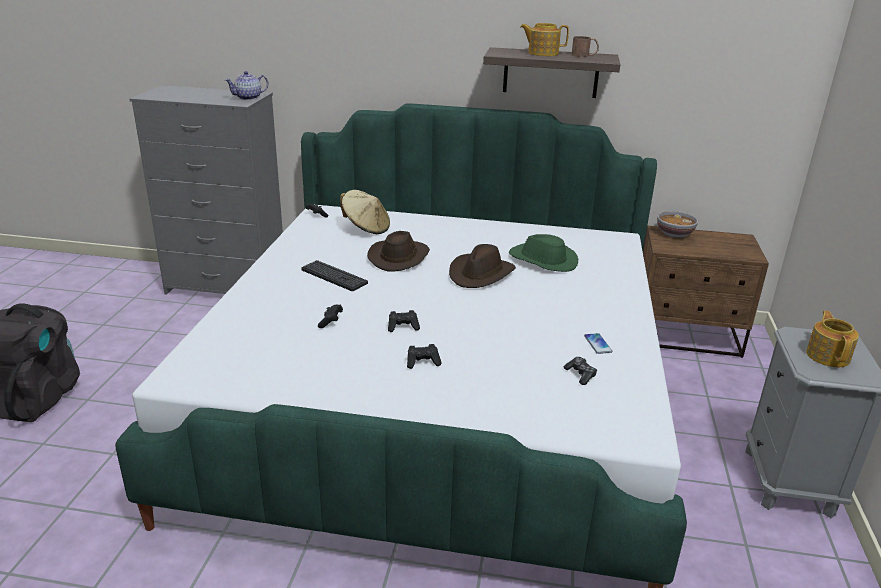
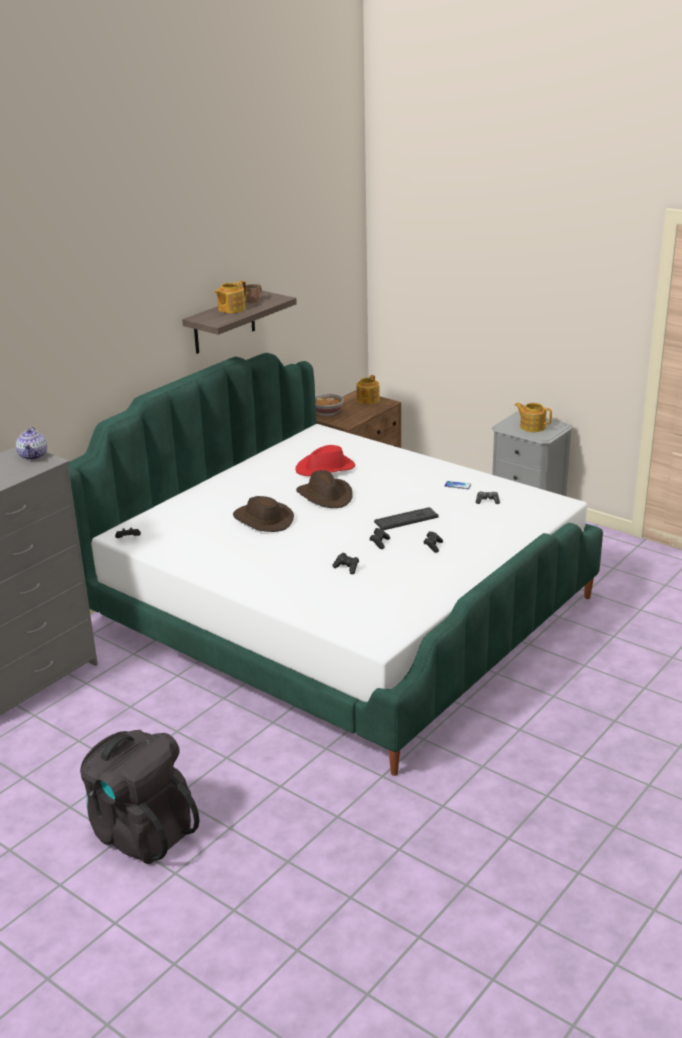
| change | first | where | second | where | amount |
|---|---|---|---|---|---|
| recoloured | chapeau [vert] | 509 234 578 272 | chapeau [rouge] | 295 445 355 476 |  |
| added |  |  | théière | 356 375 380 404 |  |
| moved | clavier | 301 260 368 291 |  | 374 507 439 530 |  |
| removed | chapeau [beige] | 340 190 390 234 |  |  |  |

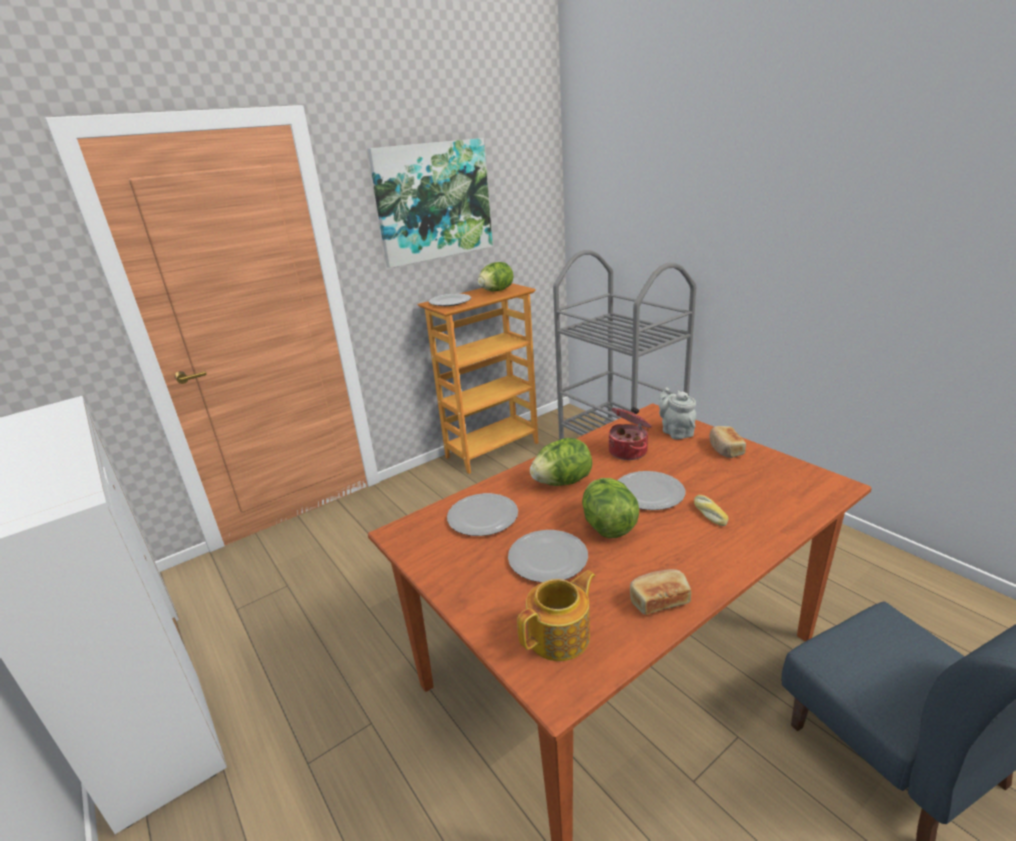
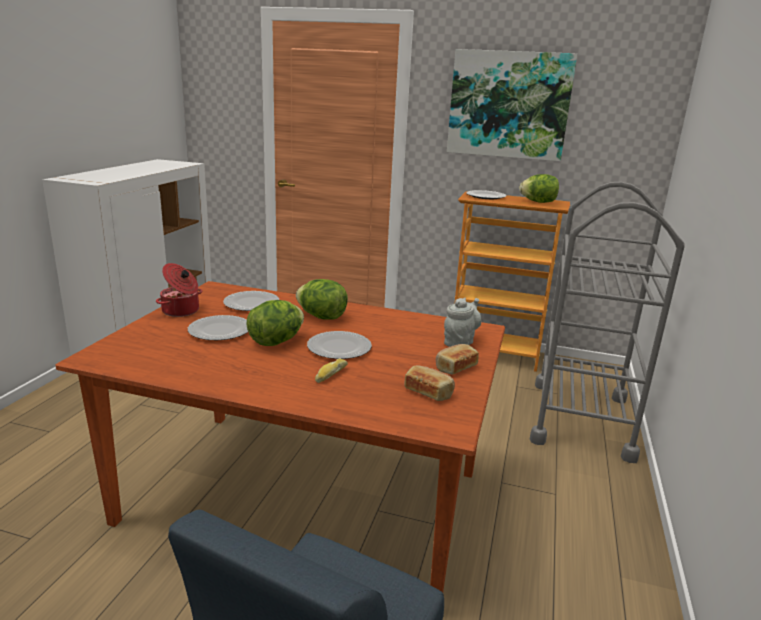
| change | first | where | second | where | amount |
|---|---|---|---|---|---|
| moved | marmite | 609 407 651 460 |  | 156 263 202 317 |  |
| moved | pain | 630 569 691 615 |  | 404 365 455 401 |  |
| removed | théière | 517 570 596 661 |  |  |  |

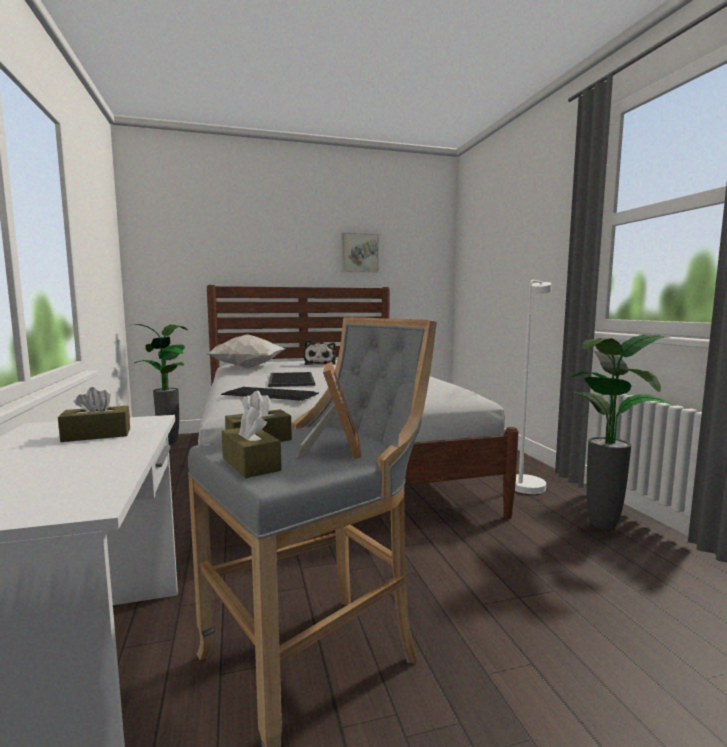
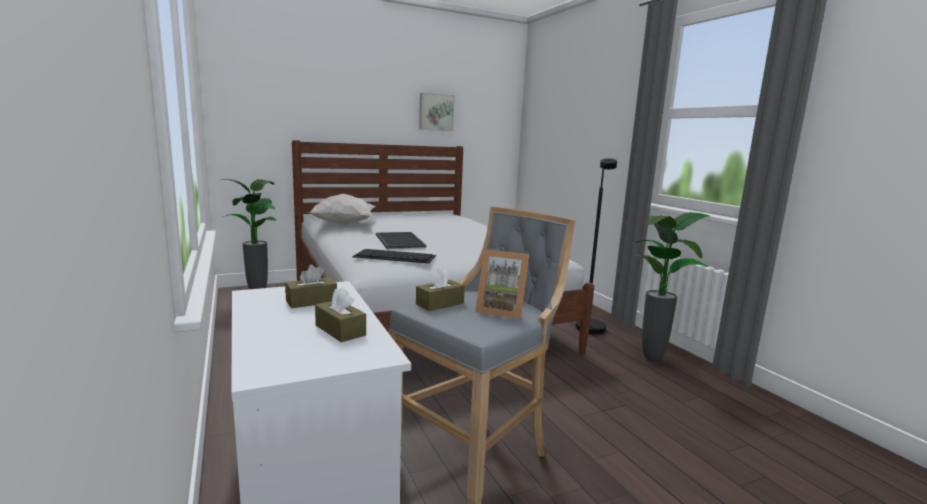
| change | first | where | second | where | amount |
|---|---|---|---|---|---|
| moved | boîte à mouchoirs [marron] | 222 406 282 478 |  | 315 287 366 342 |  |
| turned | cadre photo | 296 362 362 459 |  | 475 249 529 319 | 120 degrees clockwise |
| recoloured | lampadaire [blanc] | 515 280 552 494 | lampadaire [noir] | 575 158 617 335 |  |
| removed | peluche | 304 340 336 365 |  |  |  |

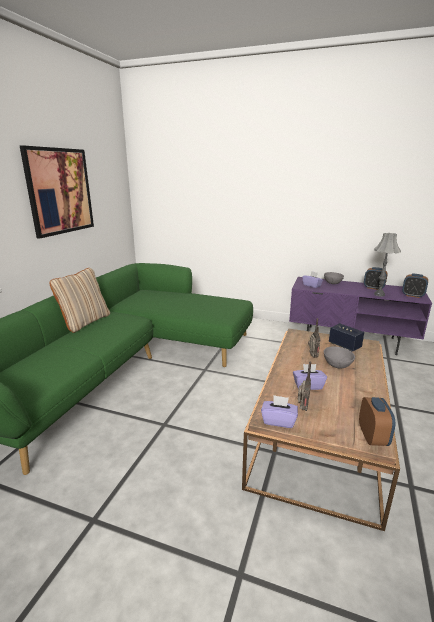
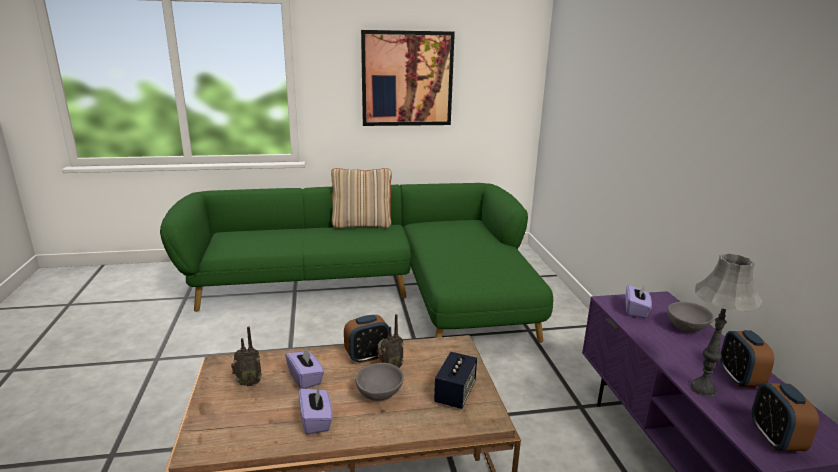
| change | first | where | second | where | amount |
|---|---|---|---|---|---|
| moved | boîte à mouchoirs [violet] | 261 395 298 428 |  | 299 387 332 435 |  |
| moved | réveil | 359 397 395 446 |  | 344 315 389 363 |  |

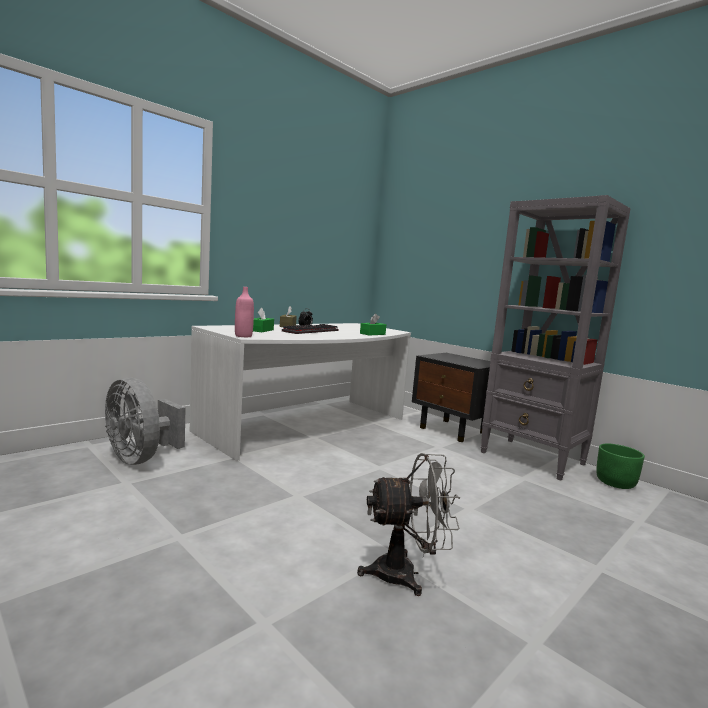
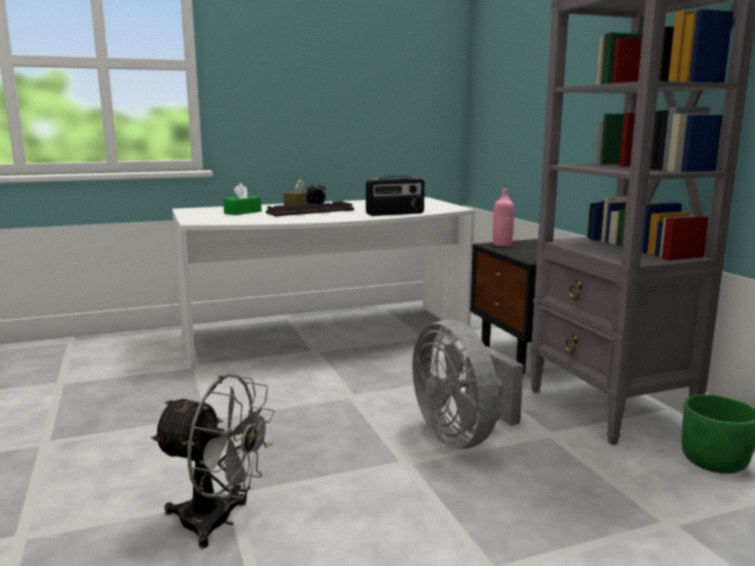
| change | first | where | second | where | amount |
|---|---|---|---|---|---|
| replaced | boîte à mouchoirs [vert] | 360 313 386 336 | radio | 366 176 425 216 |  |
| moved | ventilateur [gris] | 105 377 185 465 |  | 412 320 523 449 |  |
| moved | bouteille [rose] | 235 287 254 337 |  | 493 189 514 246 |  |

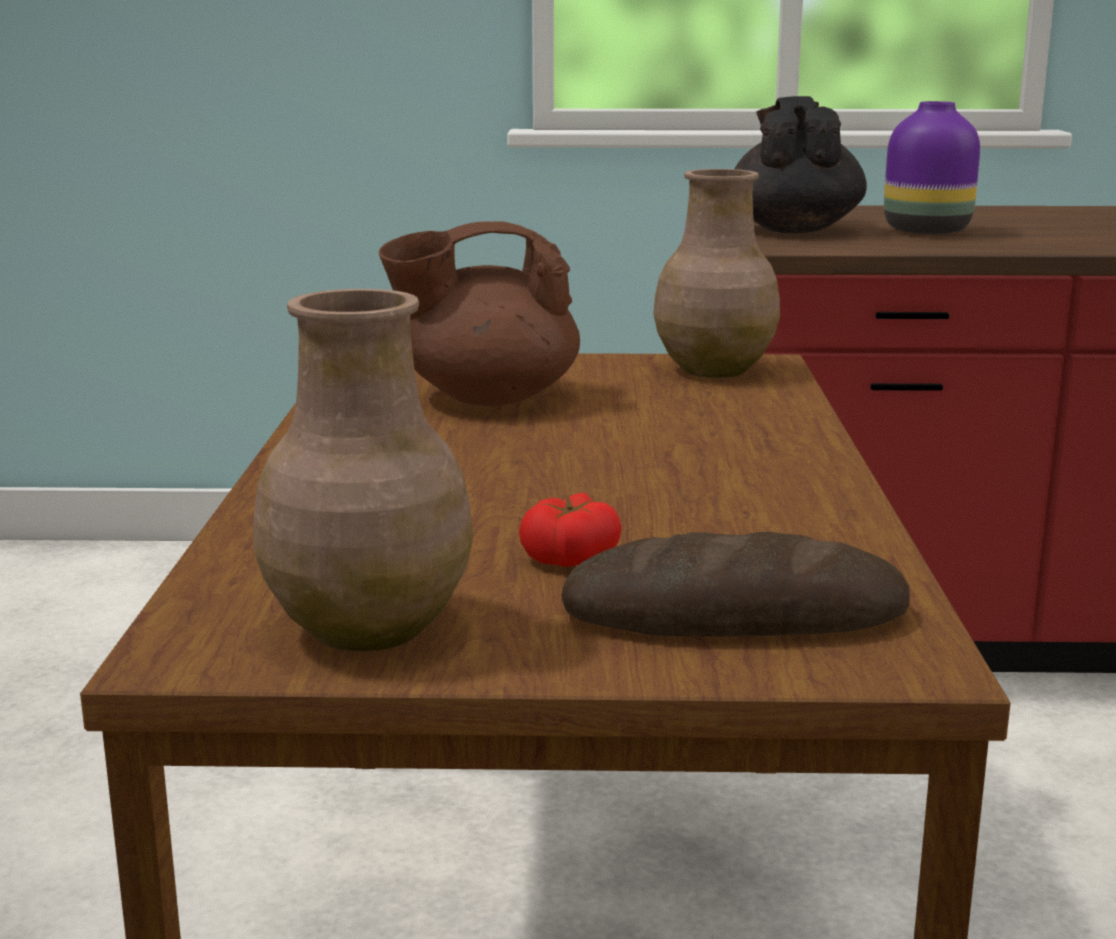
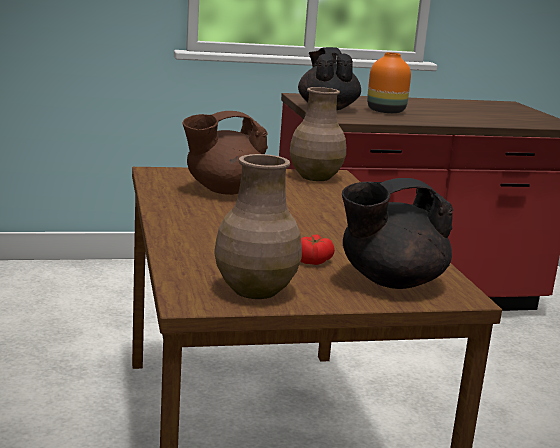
| change | first | where | second | where | amount |
|---|---|---|---|---|---|
| replaced | pain | 562 532 910 637 | théière [noir] | 342 178 453 289 |  |
| recoloured | vase [violet] | 884 101 980 234 | vase [orange] | 367 52 411 113 |  |

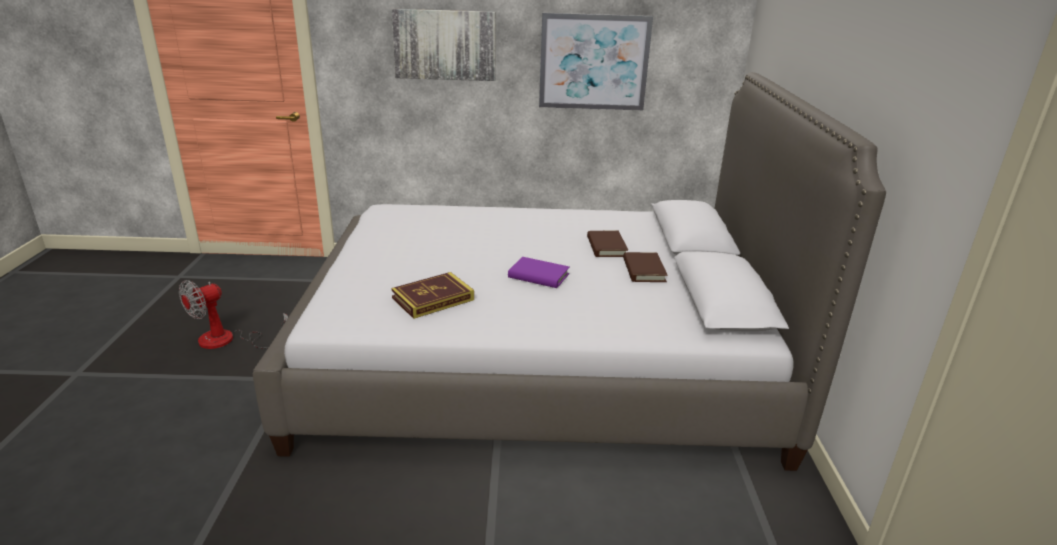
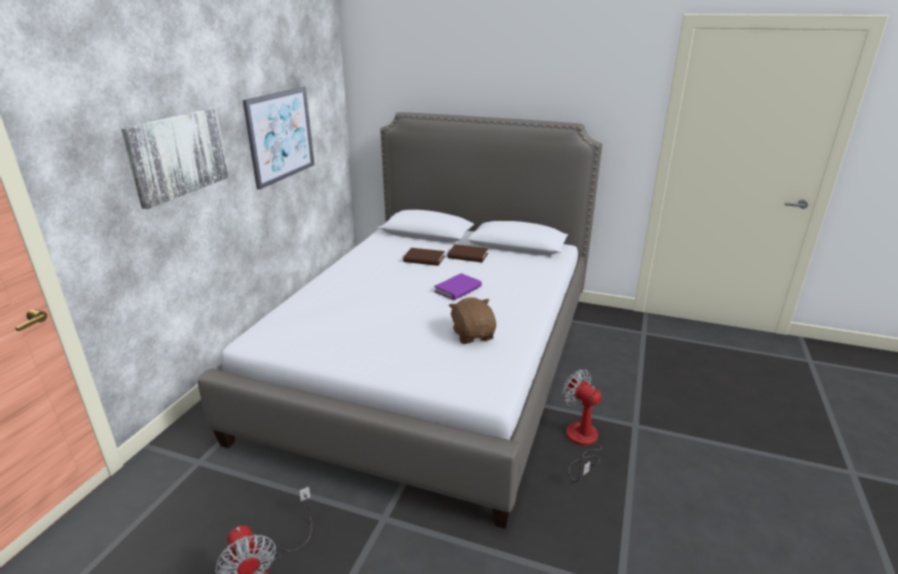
| change | first | where | second | where | amount |
|---|---|---|---|---|---|
| replaced | livre | 391 272 474 319 | peluche [marron] | 449 297 496 344 |  |
| added |  |  | ventilateur | 562 369 602 482 |  |

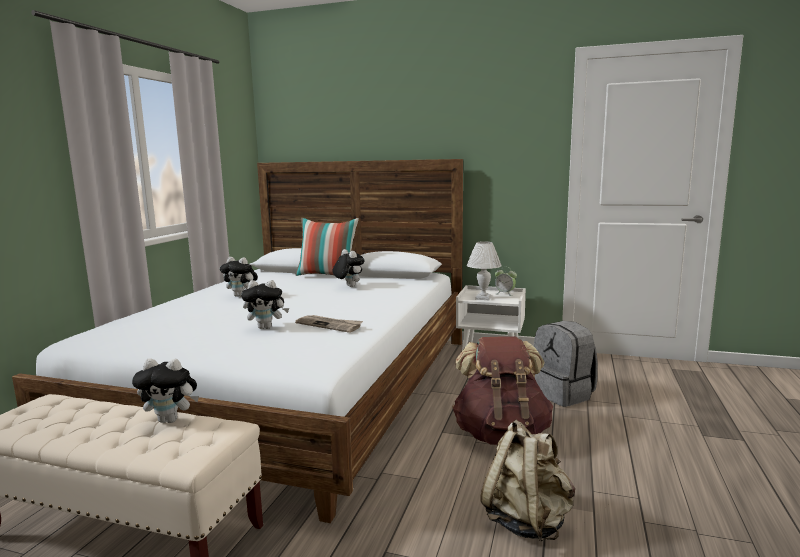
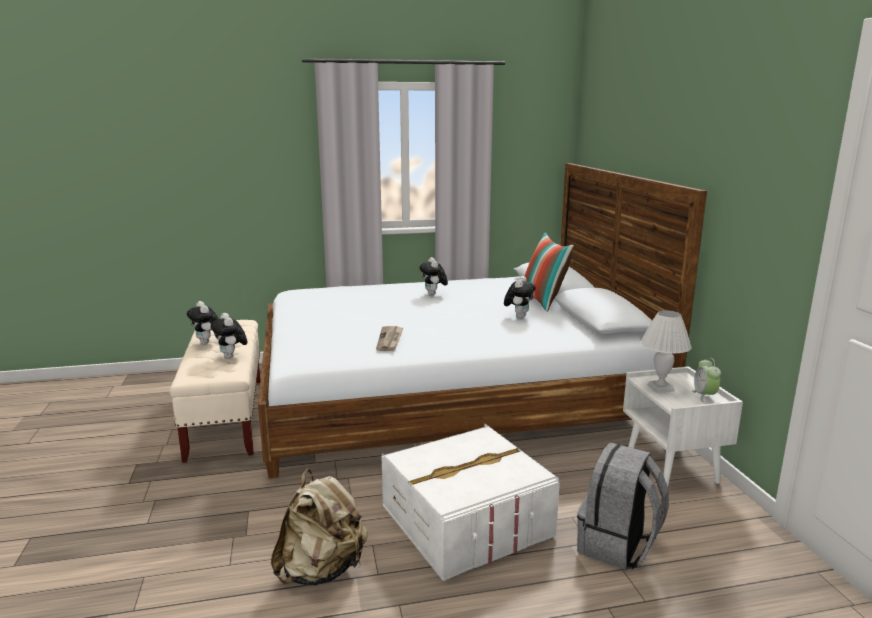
| change | first | where | second | where | amount |
|---|---|---|---|---|---|
| moved | peluche | 241 280 289 329 |  | 187 301 219 344 |  |
| replaced | sac à dos [marron] | 452 337 553 445 | boîte de rangement [blanc] | 381 424 560 581 |  |

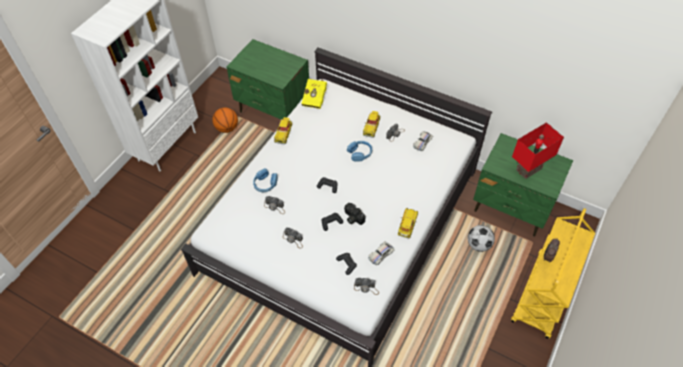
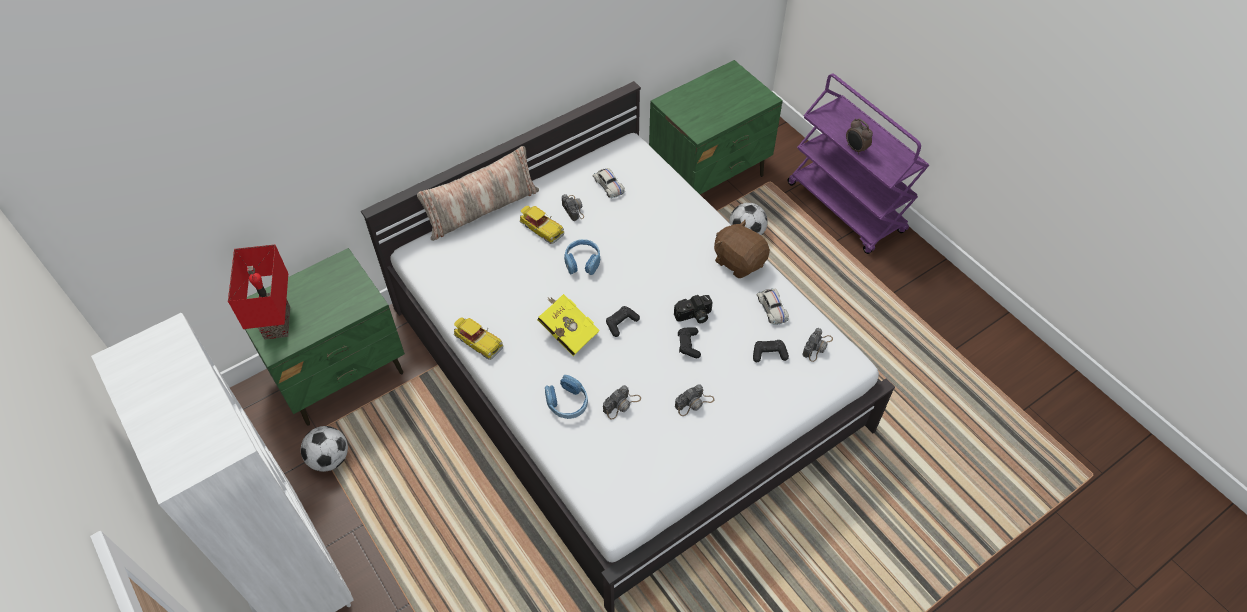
| change | first | where | second | where | amount |
|---|---|---|---|---|---|
| moved | lampe de table [rouge] | 512 122 564 179 |  | 228 244 290 340 |  |
| replaced | ballon de basket | 212 108 238 133 | ballon de foot | 301 426 348 472 |  |
| added |  |  | coussin | 417 146 539 241 |  |
| moved | livre [jaune] | 301 78 327 109 |  | 537 294 600 356 |  |
| replaced | petite voiture | 398 208 418 238 | peluche [marron] | 714 220 770 278 |  |
| recoloured | chariot [jaune] | 511 208 595 339 | chariot [violet] | 787 74 929 254 |  |

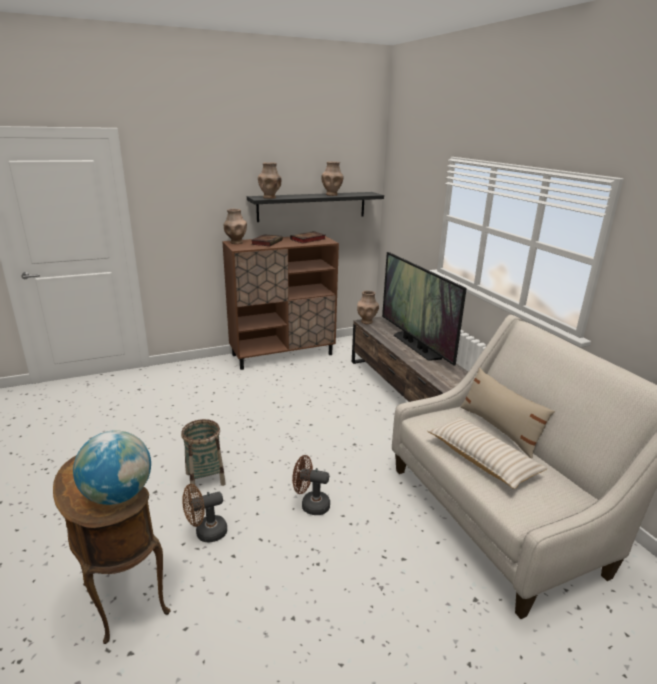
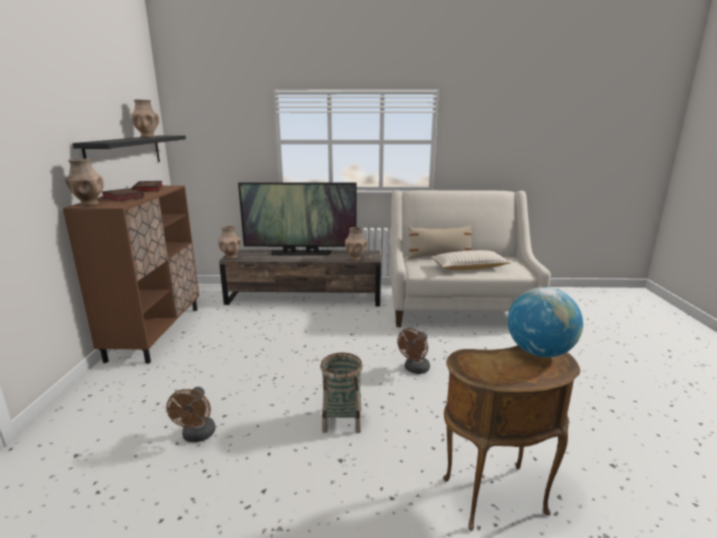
| change | first | where | second | where | amount |
|---|---|---|---|---|---|
| moved | ventilateur [marron] | 182 484 227 543 |  | 166 387 215 442 |  |
| moved | vase [marron] | 258 162 281 199 |  | 345 227 367 261 |  |

